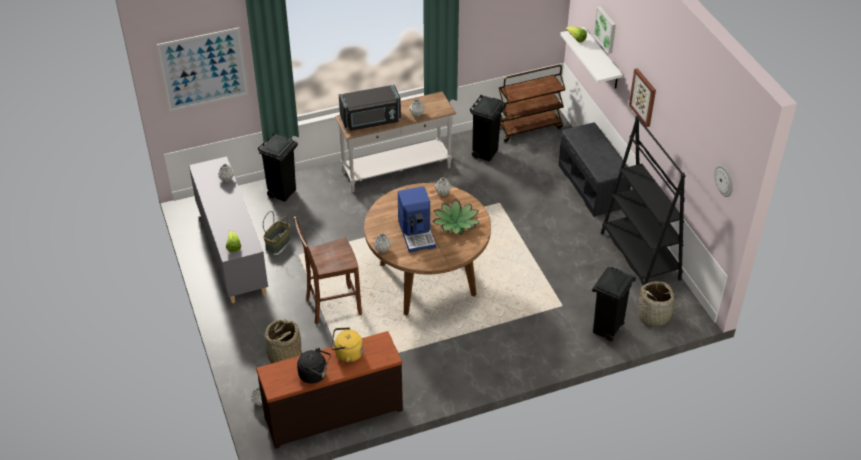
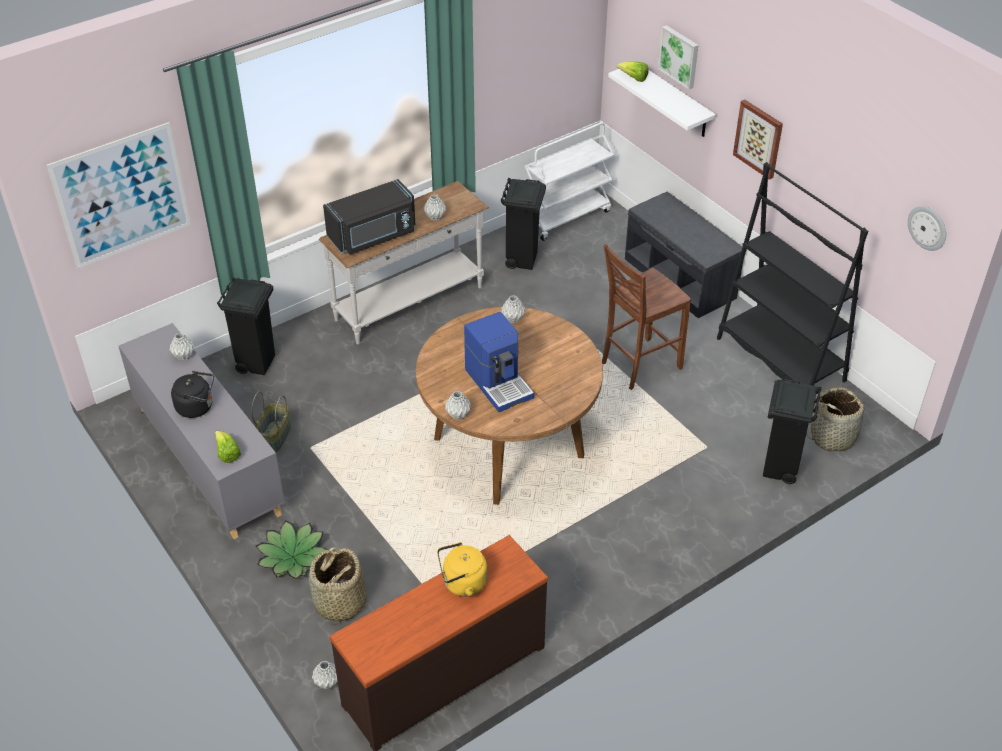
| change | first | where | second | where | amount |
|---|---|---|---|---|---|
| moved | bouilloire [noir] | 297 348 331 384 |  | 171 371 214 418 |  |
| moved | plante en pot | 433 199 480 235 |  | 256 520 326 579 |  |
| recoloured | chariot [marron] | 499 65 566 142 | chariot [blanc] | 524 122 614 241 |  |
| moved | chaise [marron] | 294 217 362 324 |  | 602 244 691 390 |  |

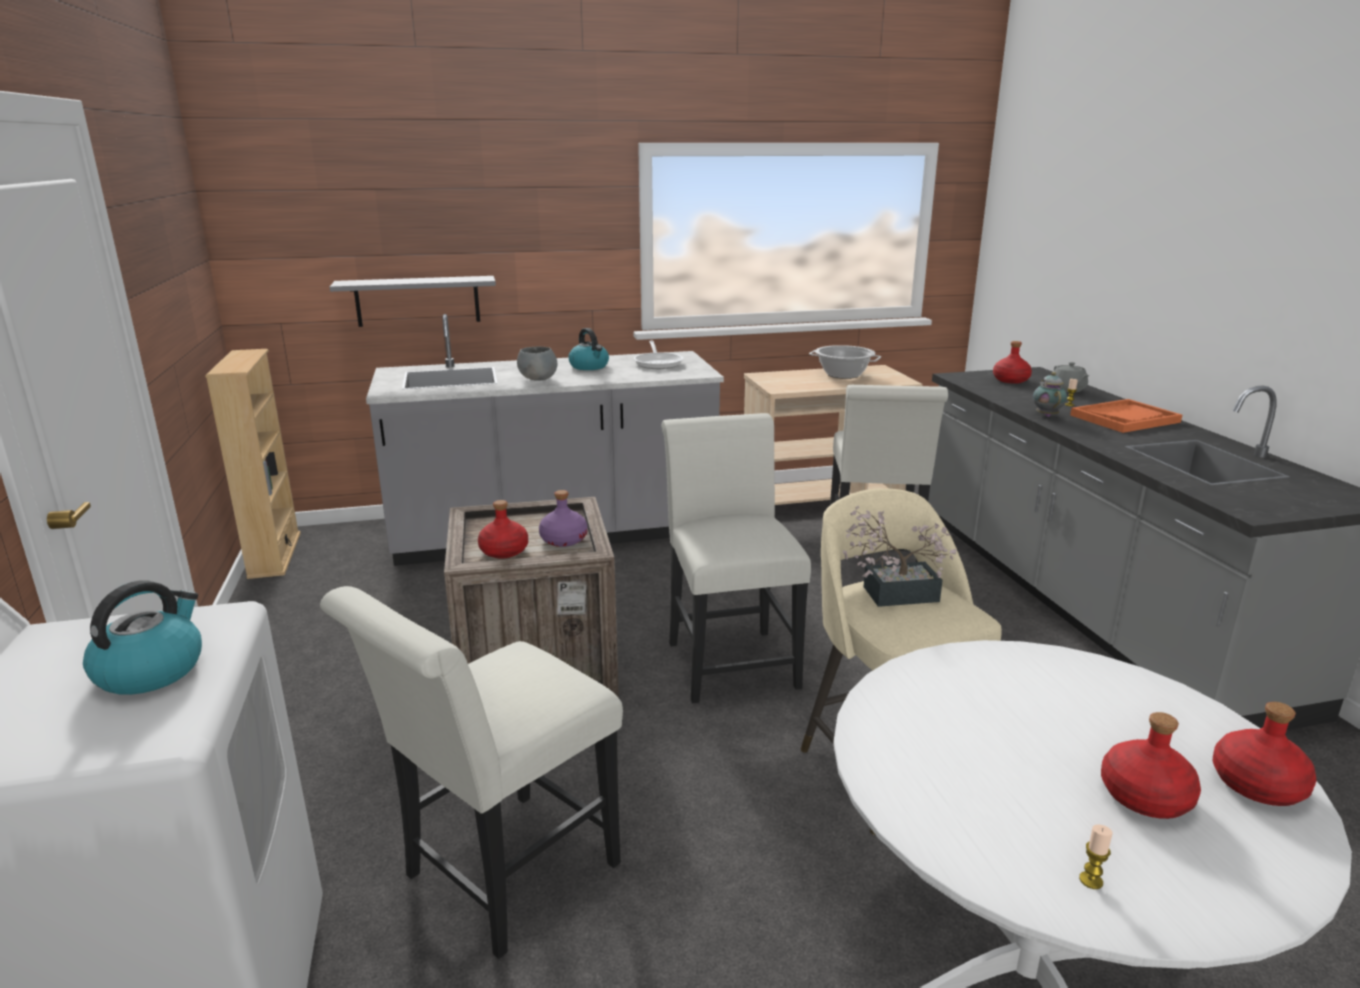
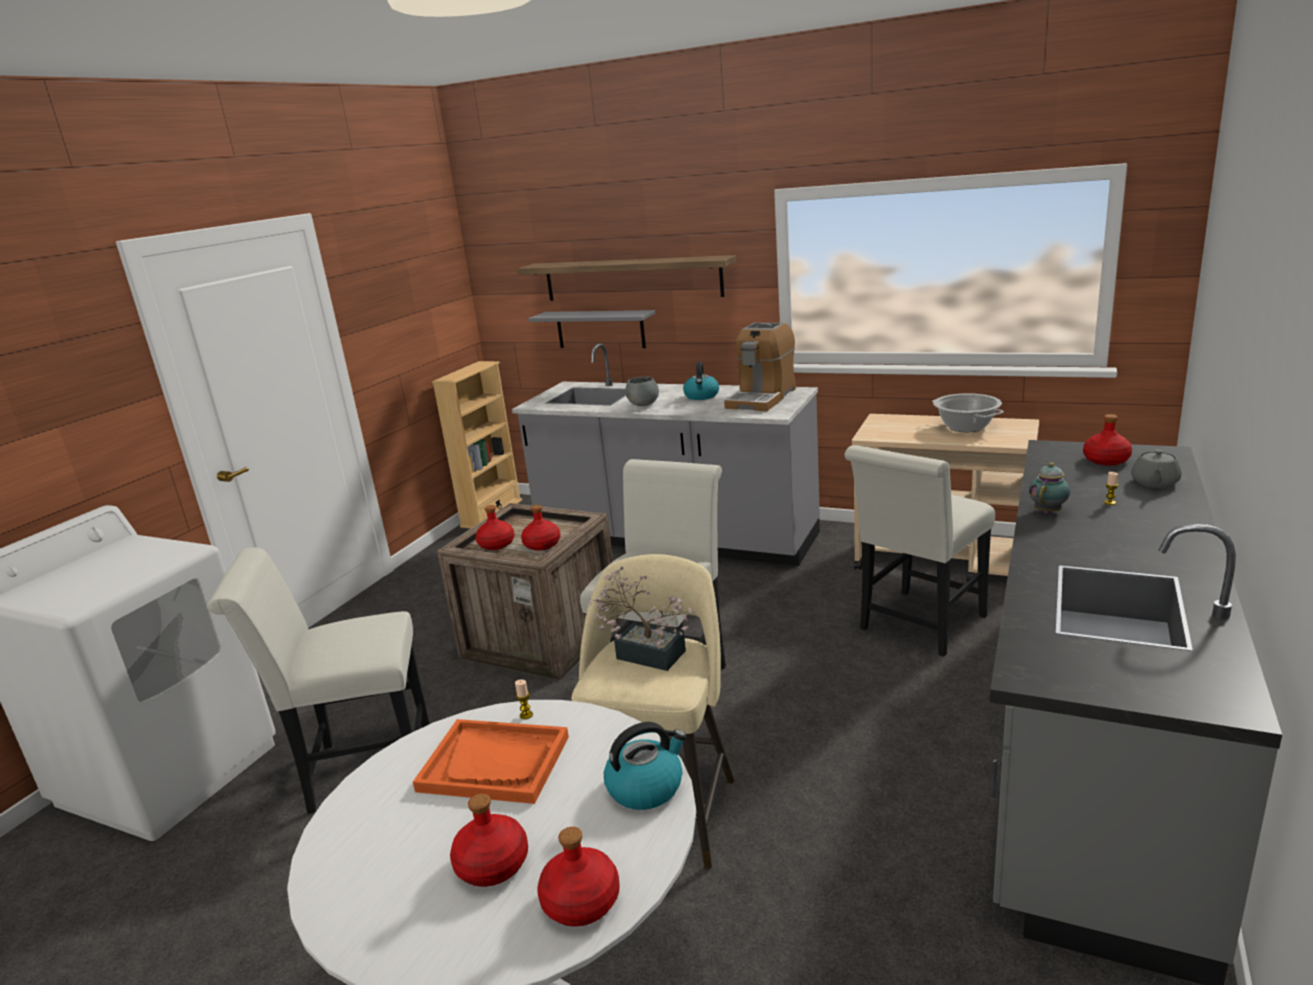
| change | first | where | second | where | amount |
|---|---|---|---|---|---|
| moved | plateau [orange] | 1070 399 1182 433 |  | 413 719 569 804 |  |
| moved | bougie | 1079 825 1113 889 |  | 515 679 533 720 |  |
| added |  |  | étagère | 517 255 737 301 |  |
| recoloured | bouteille [violet] | 539 490 588 547 | bouteille [rouge] | 521 505 560 551 |  |
| moved | bouilloire | 83 580 202 695 |  | 604 722 686 810 |  |
| replaced | poêle | 634 340 684 369 | machine à café | 724 323 796 411 |  |

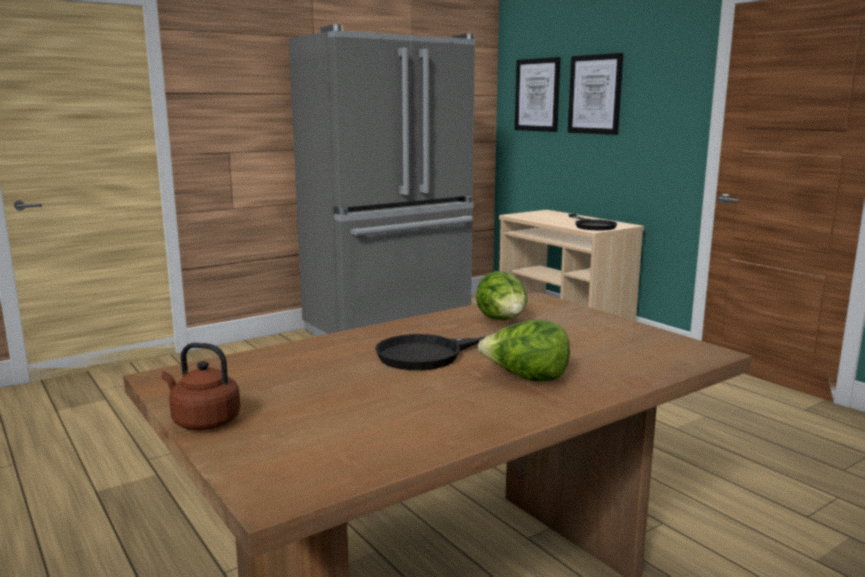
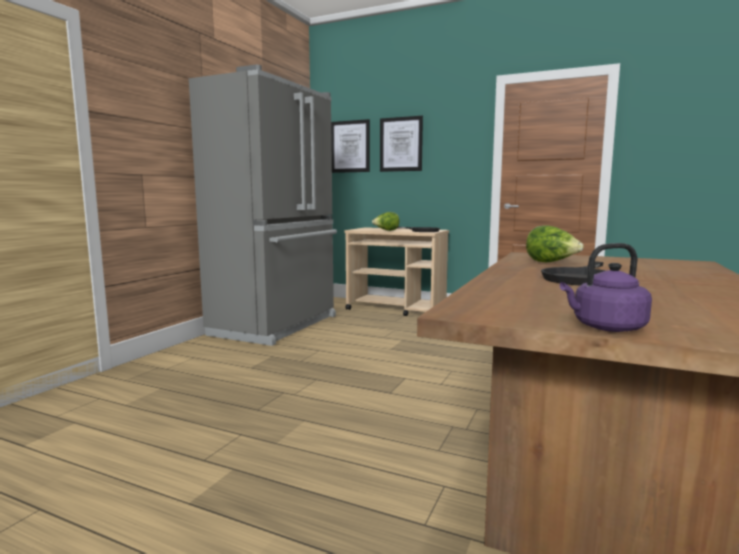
| change | first | where | second | where | amount |
|---|---|---|---|---|---|
| moved | laitue | 478 320 570 381 |  | 372 212 399 231 |  |
| recoloured | bouilloire [marron] | 161 343 241 430 | bouilloire [violet] | 560 243 652 332 |  |

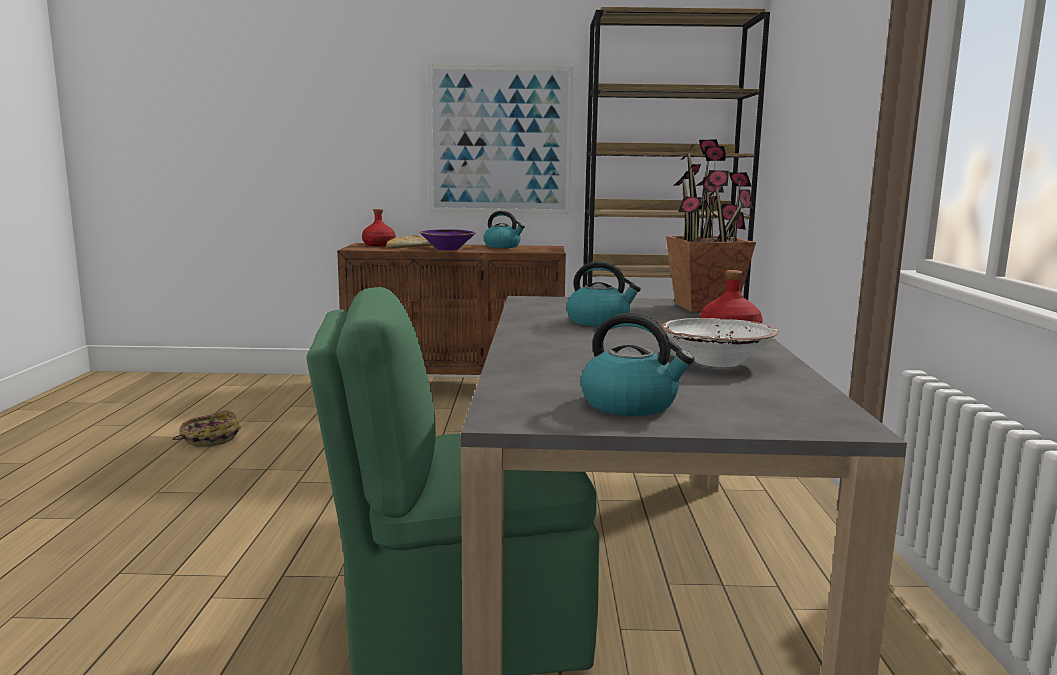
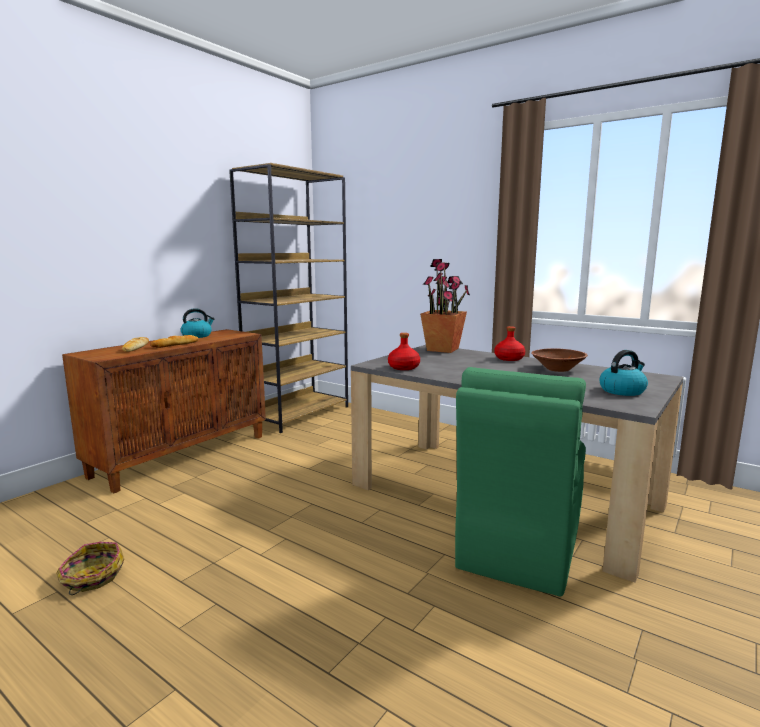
| change | first | where | second | where | amount |
|---|---|---|---|---|---|
| replaced | bol [violet] | 420 229 475 251 | pain | 150 335 199 348 |  |
| moved | bouteille [rouge] | 362 209 396 246 |  | 388 333 420 370 |  |
| recoloured | bol [blanc] | 661 318 778 367 | bol [marron] | 531 348 588 372 |  |
| removed | tableau | 427 64 574 214 |  |  |  |
| removed | bouilloire | 567 261 641 327 |  |  |  |

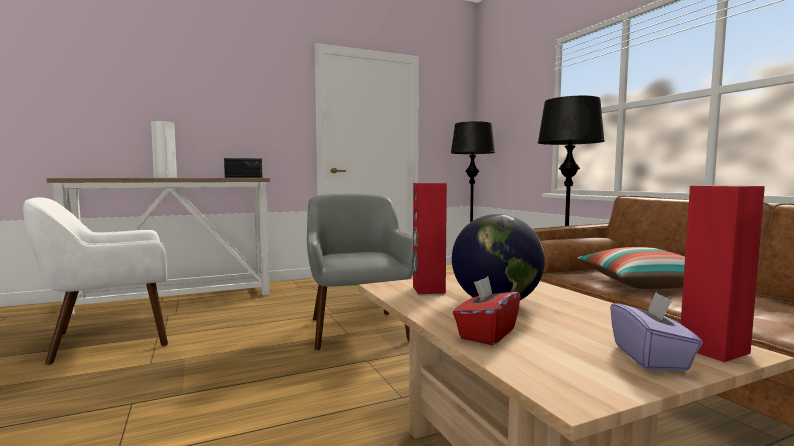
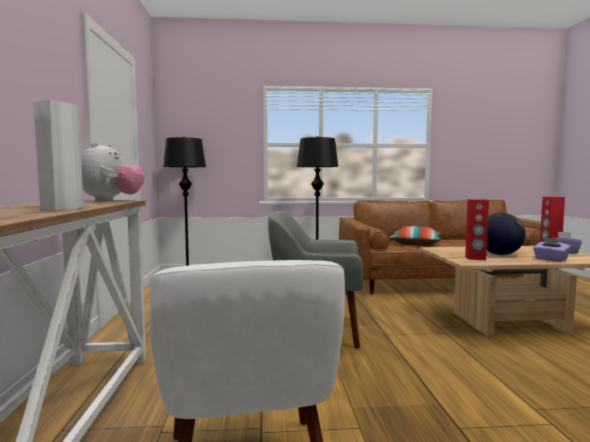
| change | first | where | second | where | amount |
|---|---|---|---|---|---|
| replaced | radio | 224 158 263 178 | peluche | 81 142 145 202 |  |
| recoloured | boîte à mouchoirs [rouge] | 453 276 521 345 | boîte à mouchoirs [violet] | 533 237 571 262 |  |

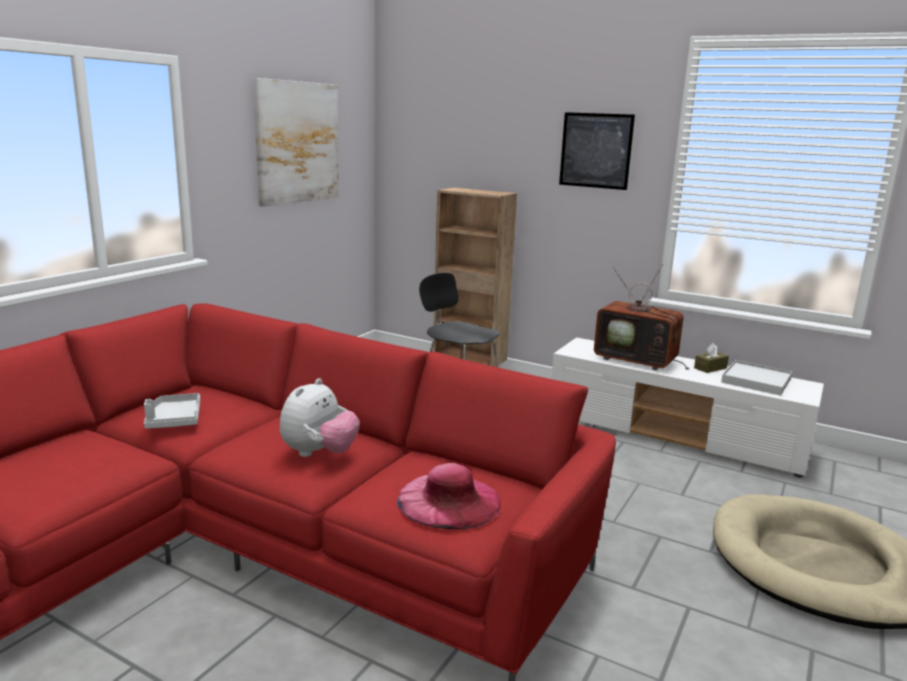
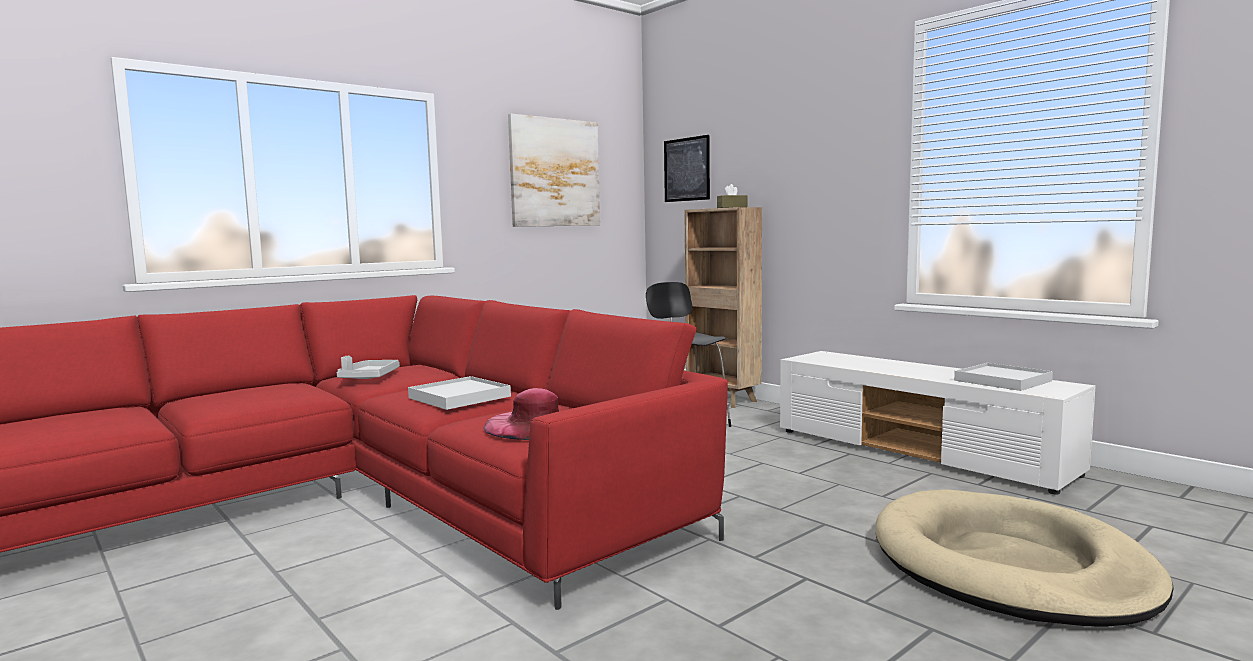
| change | first | where | second | where | amount |
|---|---|---|---|---|---|
| replaced | peluche | 280 378 360 457 | plateau [blanc] | 408 376 511 410 |  |
| moved | tableau | 559 112 635 190 |  | 664 135 710 202 |  |
| moved | boîte à mouchoirs [marron] | 694 343 729 373 |  | 717 184 747 208 |  |
| removed | téléviseur | 594 264 689 370 |  |  |  |

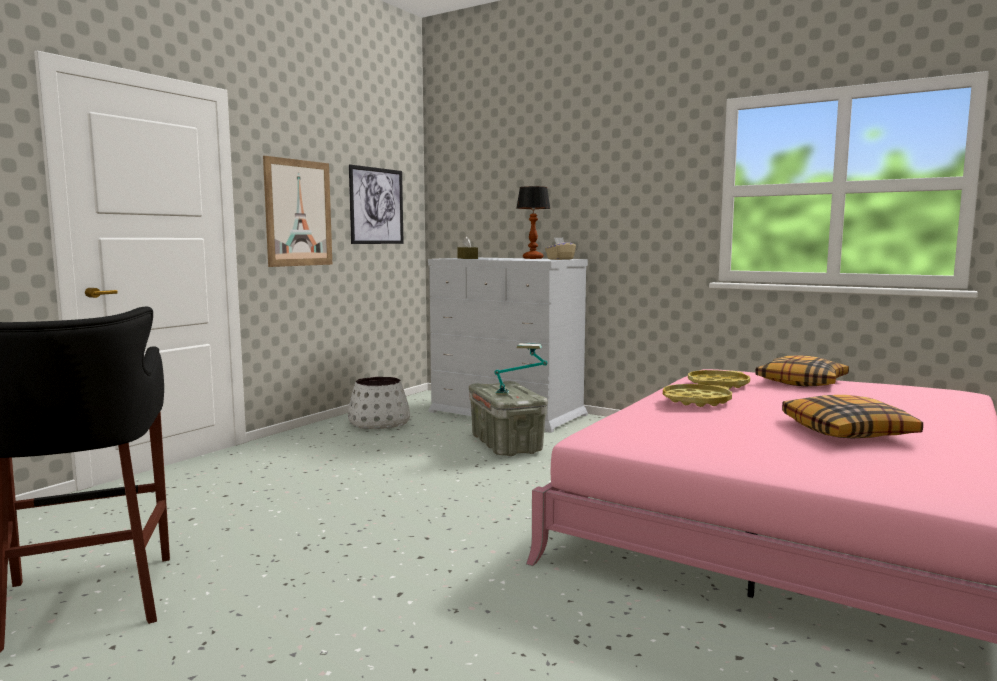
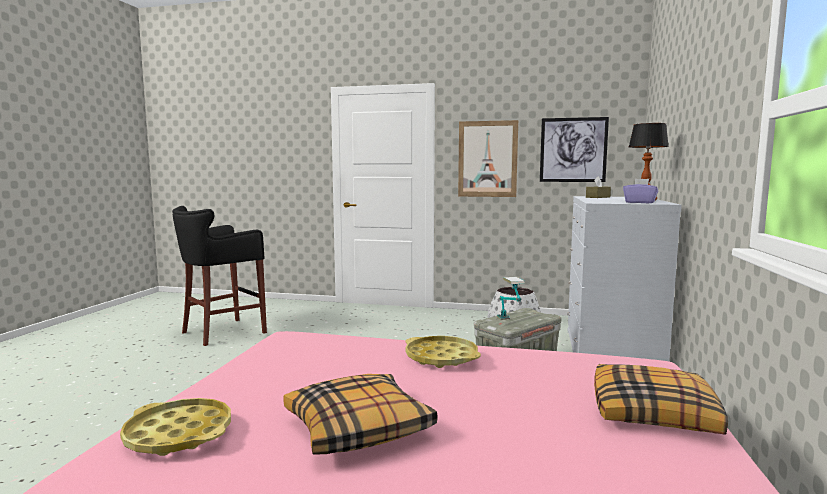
| change | first | where | second | where | amount |
|---|---|---|---|---|---|
| moved | plateau [jaune] | 688 370 750 389 |  | 120 398 231 456 |  |
| recoloured | boîte à mouchoirs [beige] | 545 238 576 260 | boîte à mouchoirs [violet] | 623 179 658 203 |  |

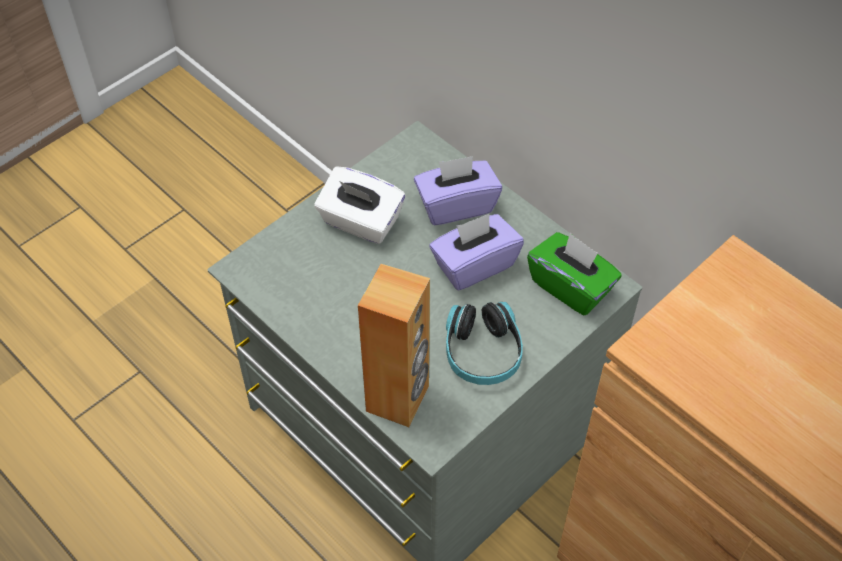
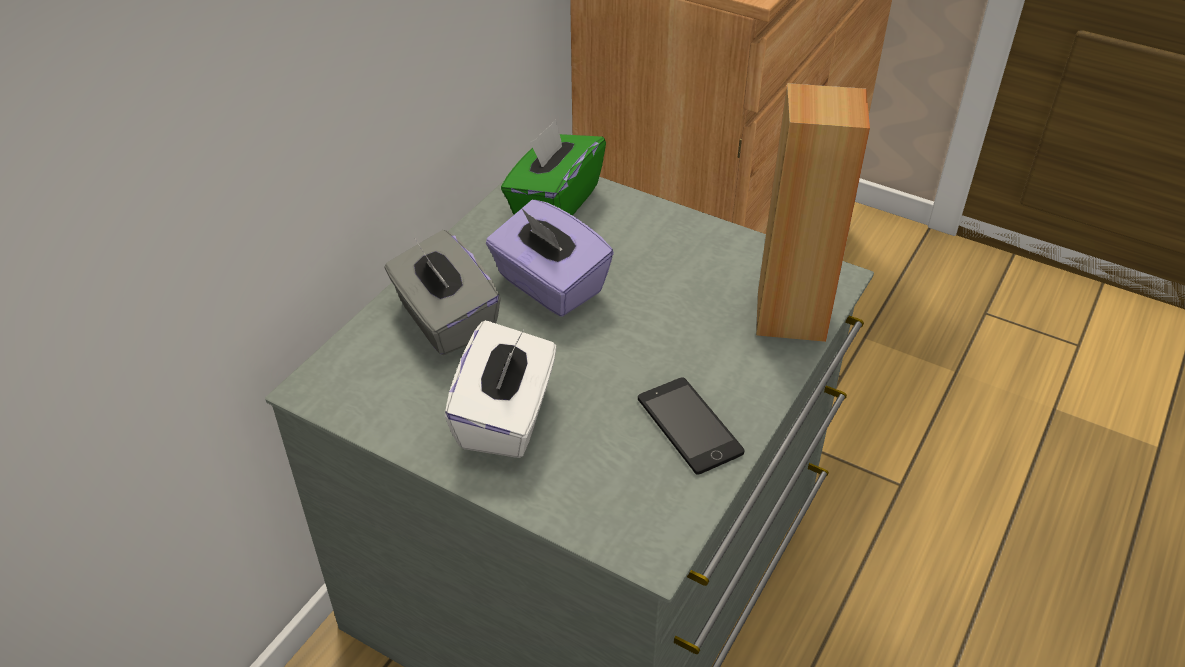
| change | first | where | second | where | amount |
|---|---|---|---|---|---|
| recoloured | boîte à mouchoirs [violet] | 414 156 502 226 | boîte à mouchoirs [gris] | 385 230 501 355 |  |
| added |  |  | téléphone | 638 377 745 475 |  |
| removed | casque audio | 446 302 523 385 |  |  |  |

